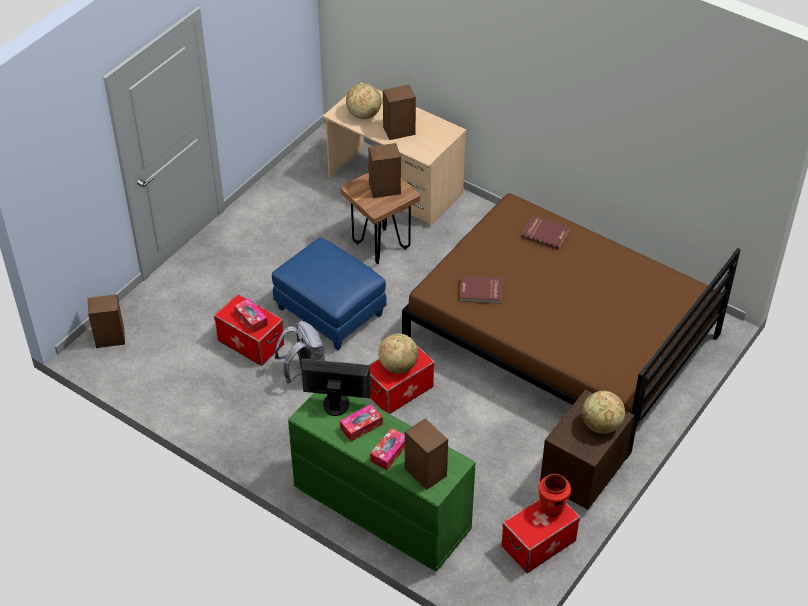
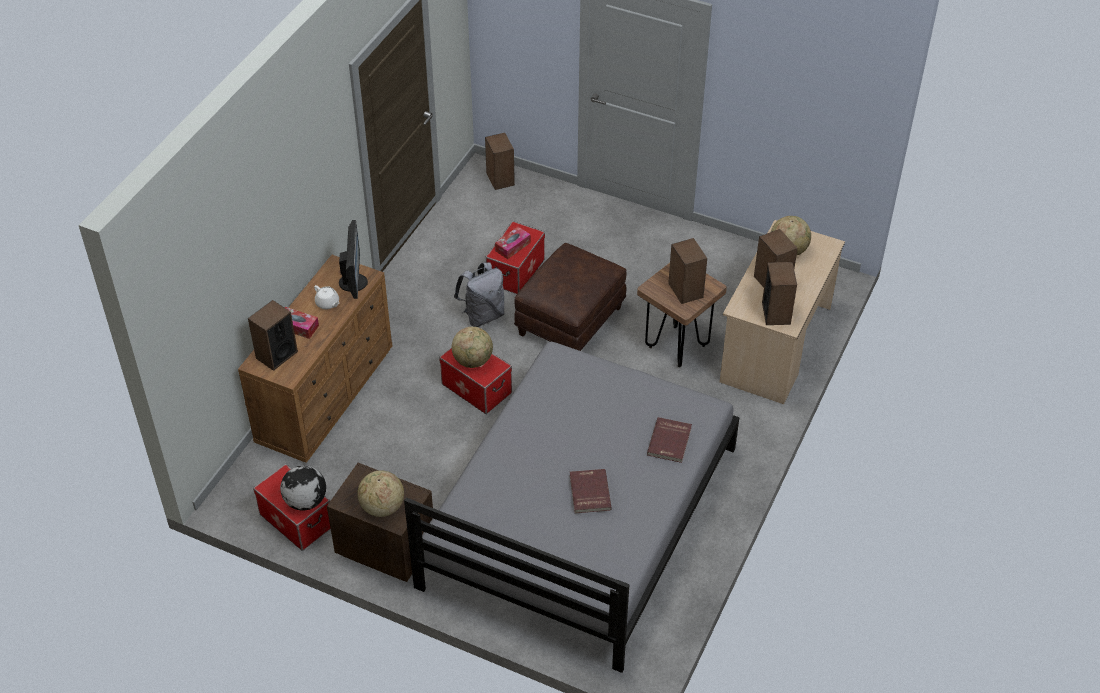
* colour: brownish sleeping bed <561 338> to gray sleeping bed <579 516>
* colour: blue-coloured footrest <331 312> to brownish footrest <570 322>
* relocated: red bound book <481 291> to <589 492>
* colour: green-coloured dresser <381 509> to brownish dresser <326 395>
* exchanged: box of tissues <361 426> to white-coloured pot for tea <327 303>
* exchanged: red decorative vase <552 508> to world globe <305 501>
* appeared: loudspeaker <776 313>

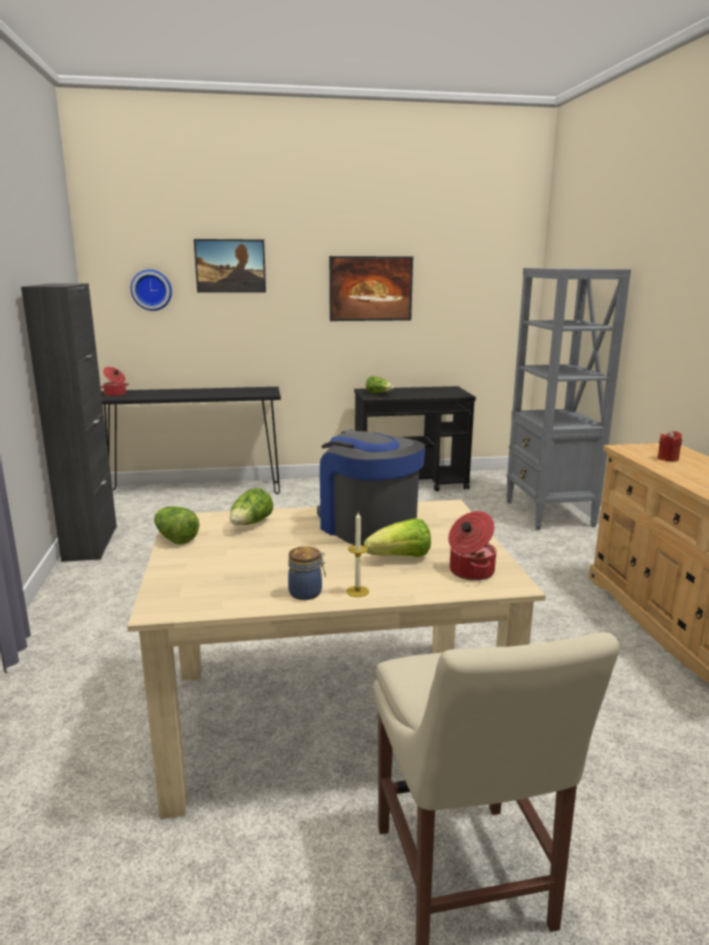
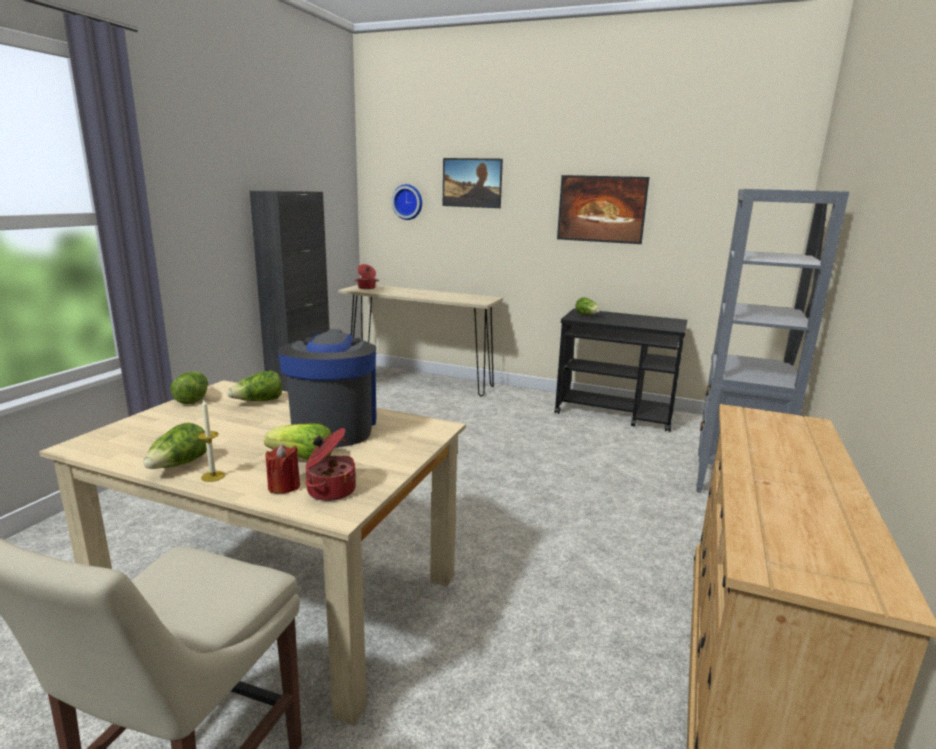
* colour: black-coloured narrow table <194 491> to sand-coloured narrow table <419 380>
* relocated: red wax candle <668 458> to <284 486>
* exchanged: preserve jar <307 593> to head of lettuce <179 465>

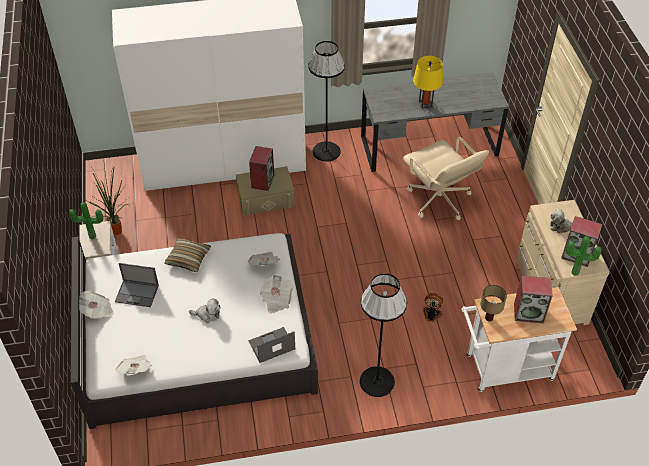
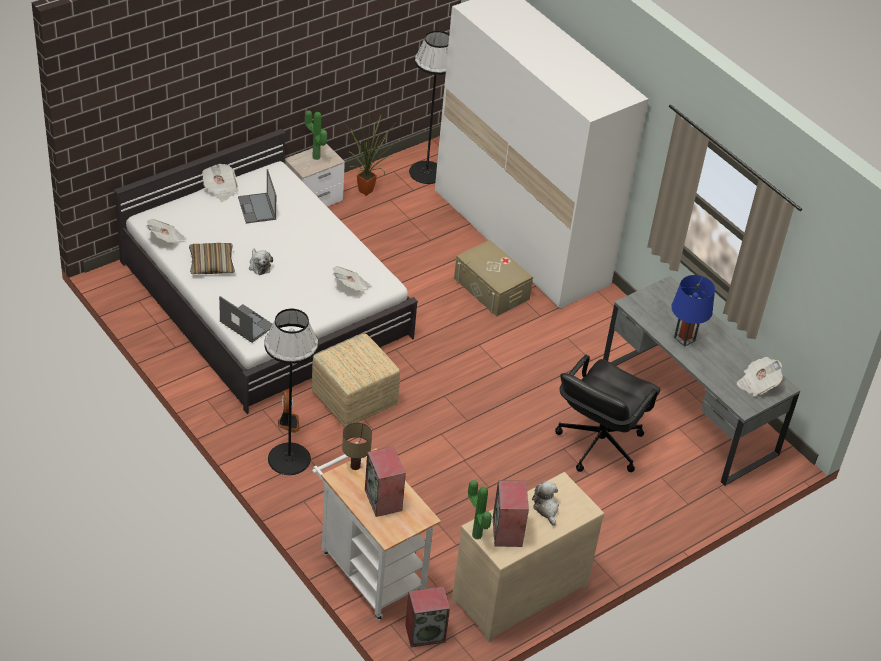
* relocated: black-coloured floor lamp <326 151> to <426 172>
* colour: yellow lamp for a table <425 104> to blue-coloured lamp for a table <684 339>
* colour: sand-coloured desk chair <439 200> to black-coloured desk chair <598 444>
* relocated: loudspeaker <262 181> to <425 633>
* relocated: pillow <188 258> to <211 264>
* relocated: newspaper <276 299> to <757 384>
* relocated: electric fan <431 315> to <288 423>
* appeared: footrest <355 399>

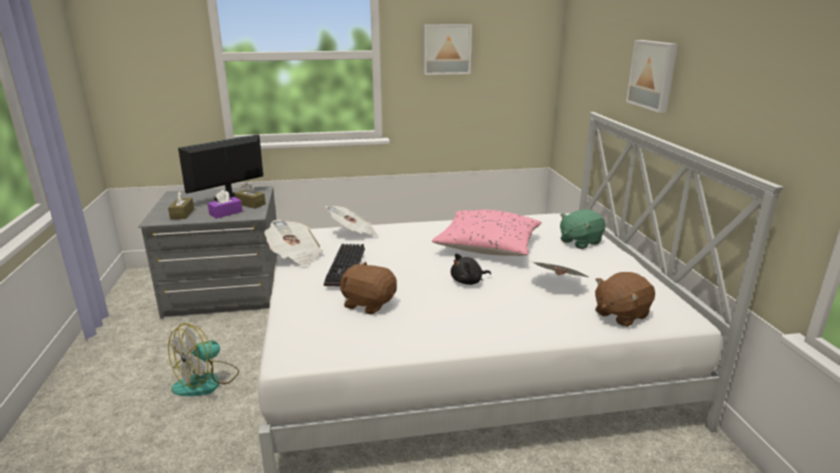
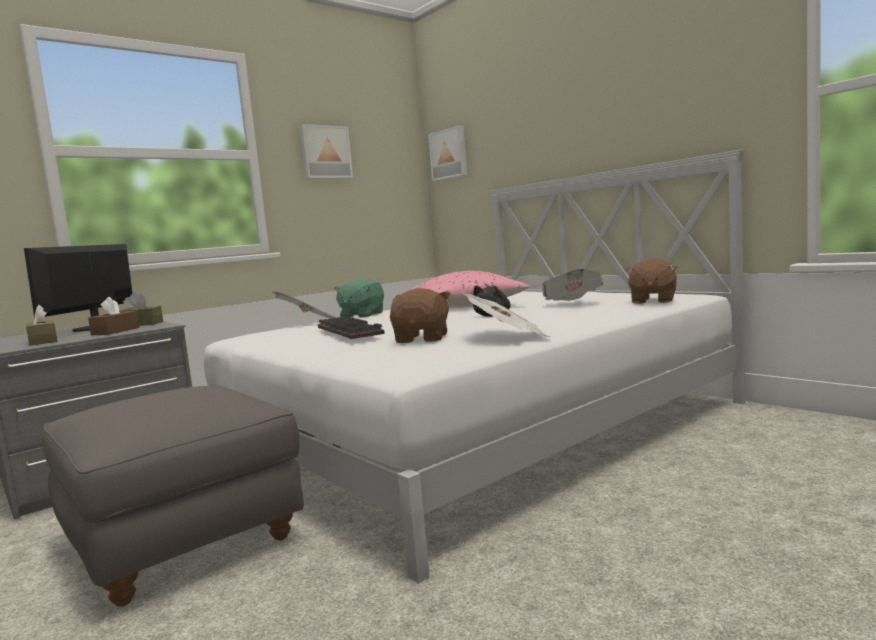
* relocated: wall picture <653 75> to <449 154>
* colour: purplish box of tissues <226 213> to brownish box of tissues <116 331>
* relocated: green-coloured cuddly toy <579 242> to <361 315>
* relocated: newspaper <295 256> to <507 337>
* spun: brownish cuddly toy <368 303> = <422 339> 105 degrees clockwise
* exchanged: electric fan <206 381> to gray footrest <183 540>

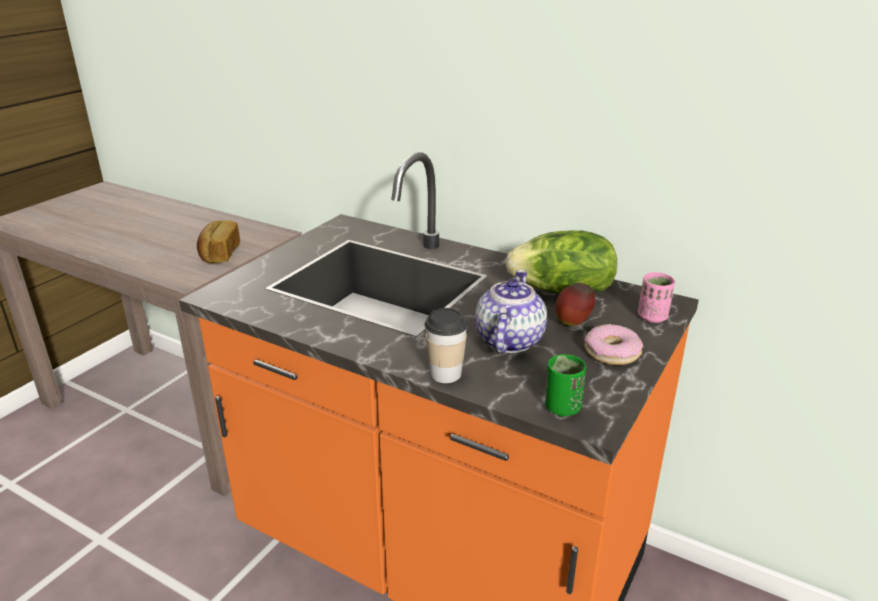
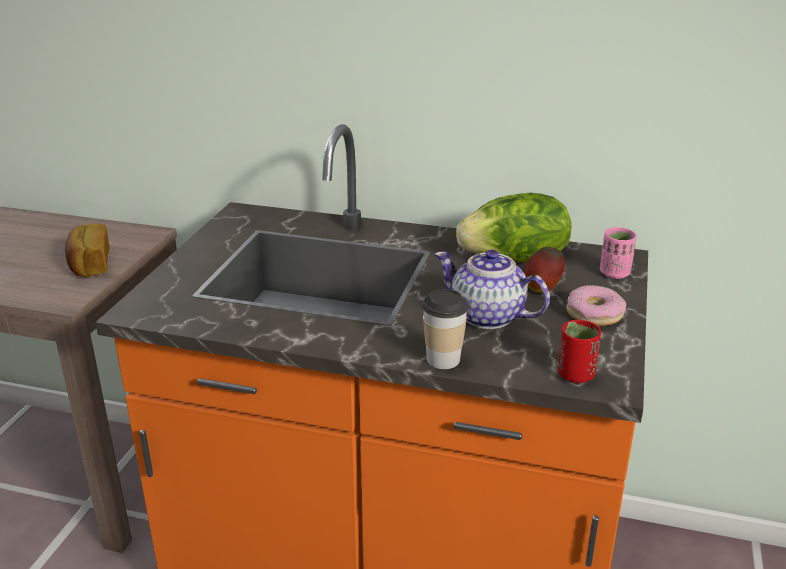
* spun: pot for tea <508 341> = <488 316> 60 degrees counterclockwise
* colour: green-coloured cup <562 408> to red cup <575 375>

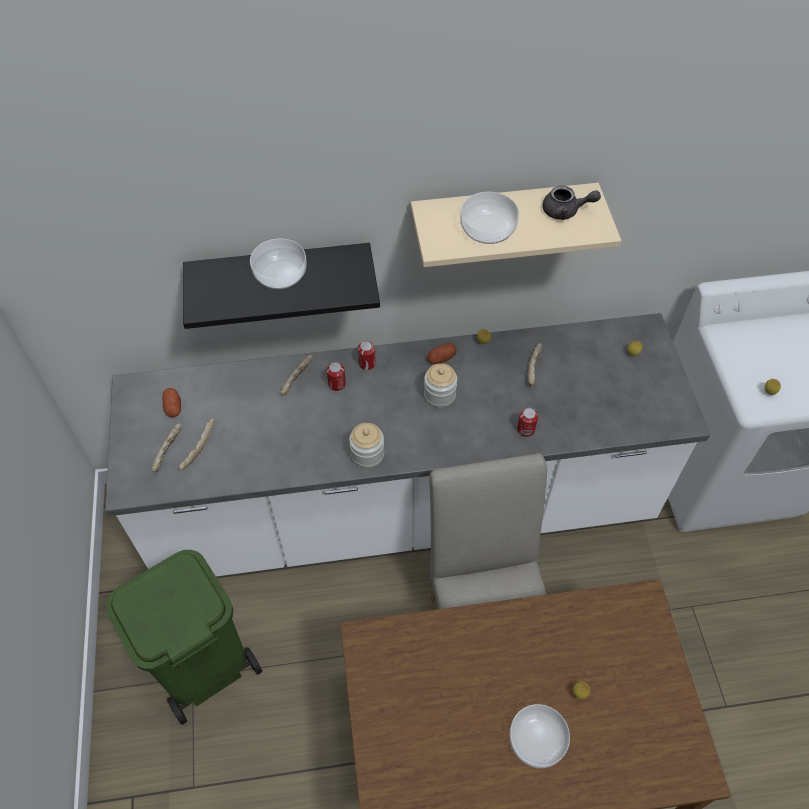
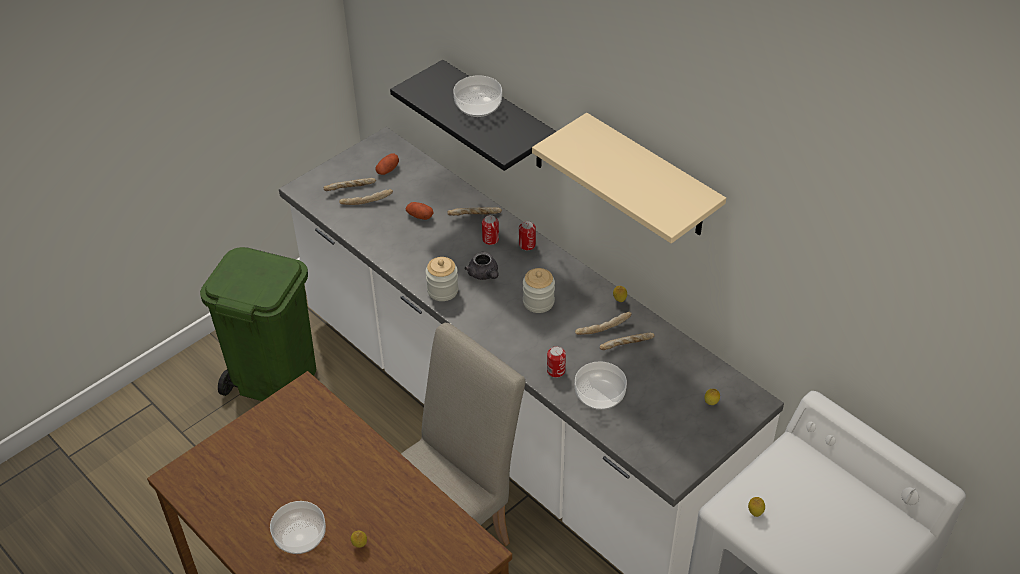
* relocated: gray pot for tea <565 211> to <484 275>
* relocated: bowl <488 230> to <599 395>
* relocated: whole potato <441 358> to <419 216>
* appeared: bread <603 327>

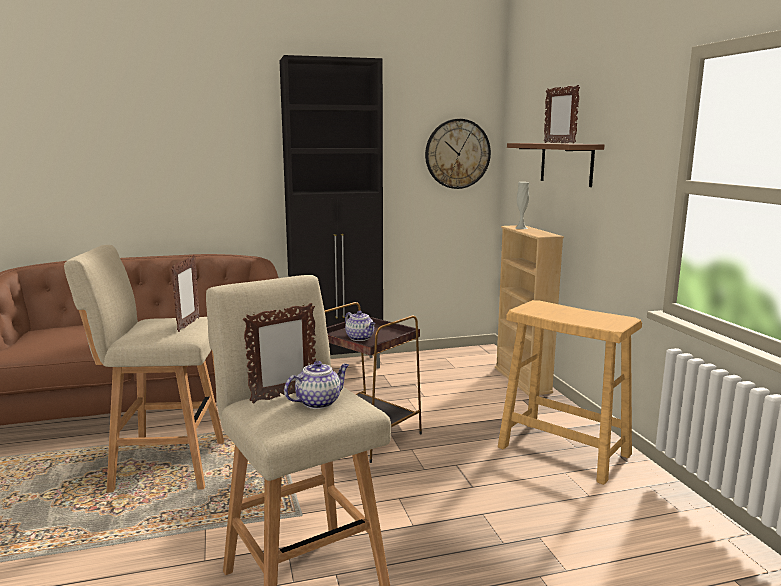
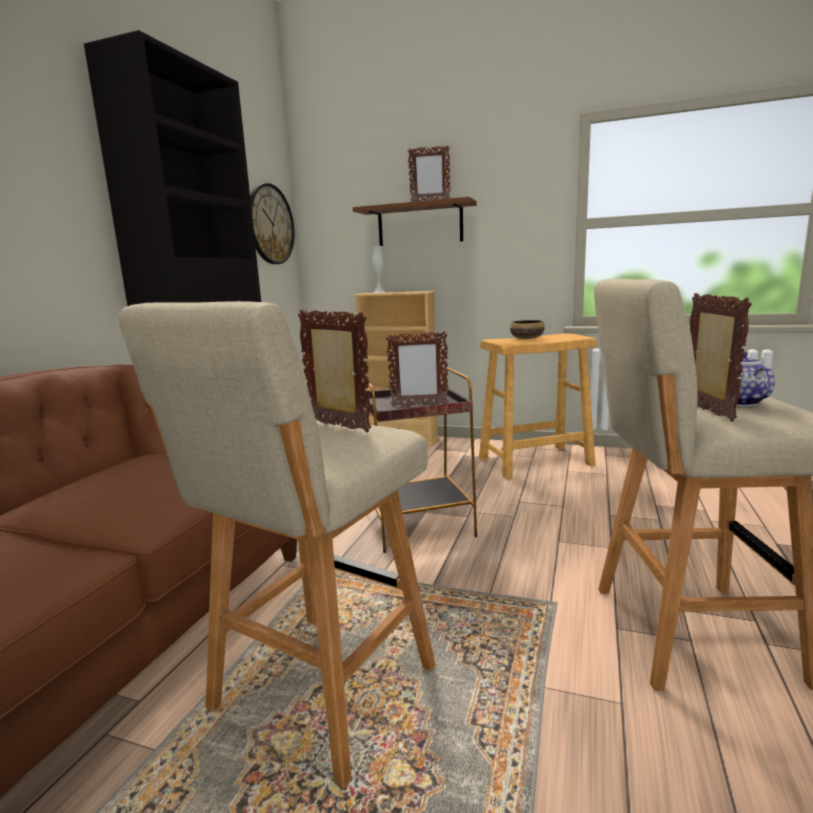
* exchanged: pot for tea <360 338> to photo frame <419 405>
* appeared: bowl <527 338>

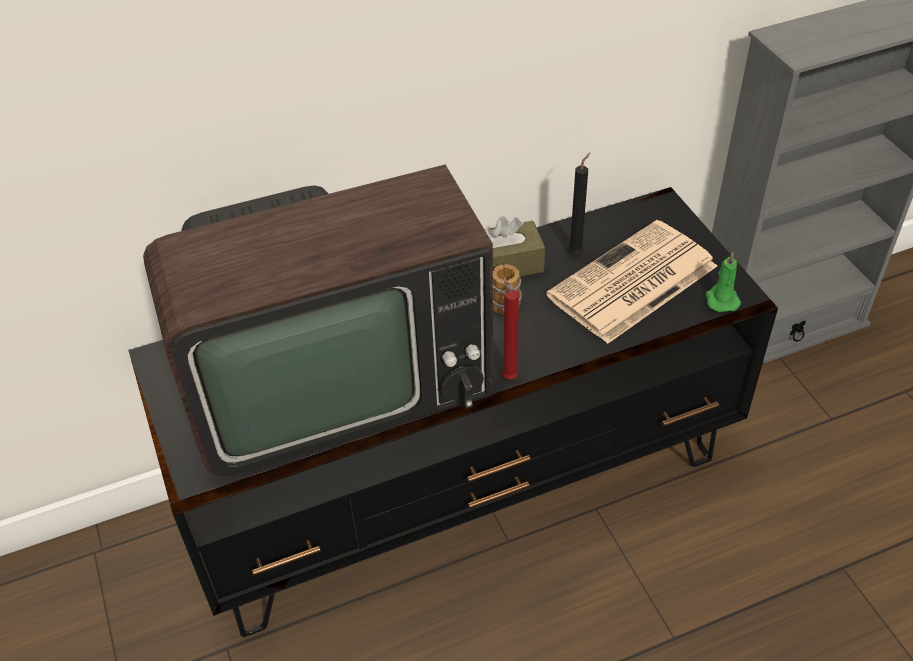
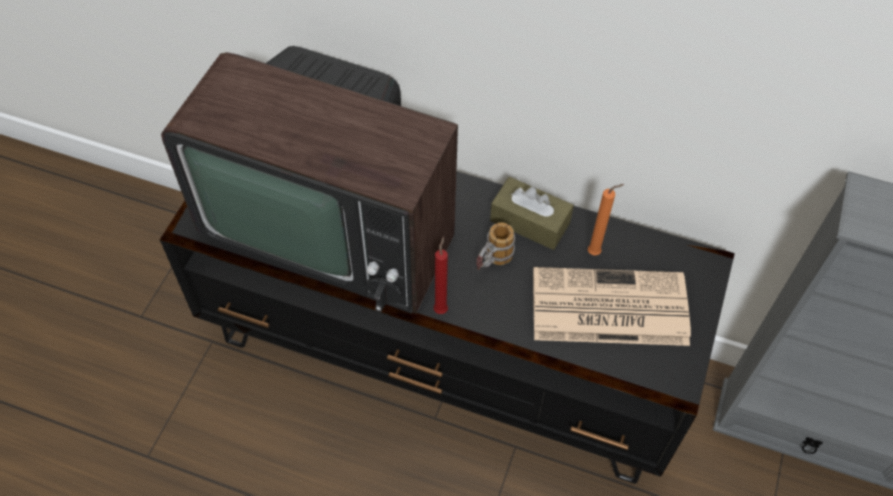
* colour: black-coloured wax candle <577 252> to orangey wax candle <596 252>
* missing: green-coloured wax candle <721 299>

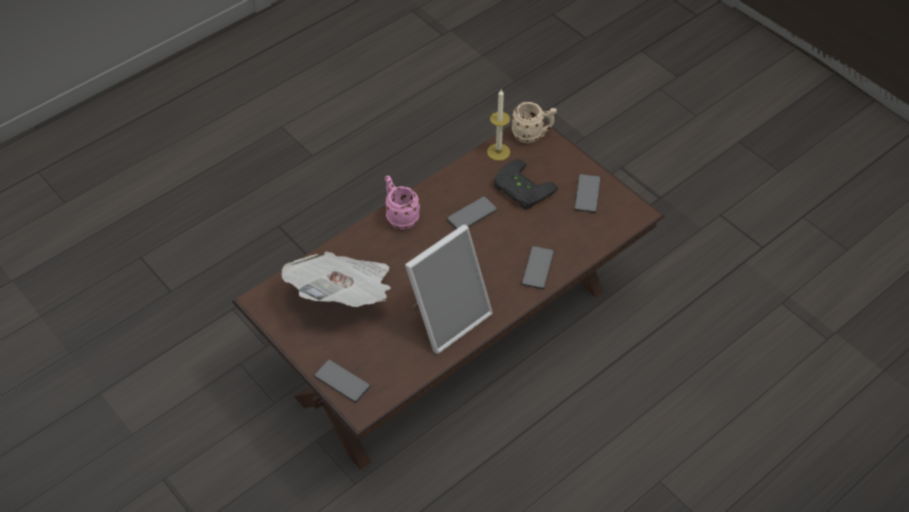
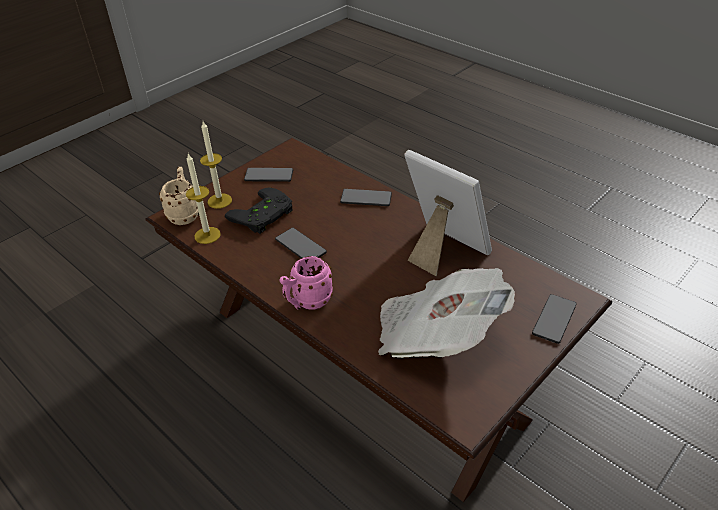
* appeared: wax candle <219 201>

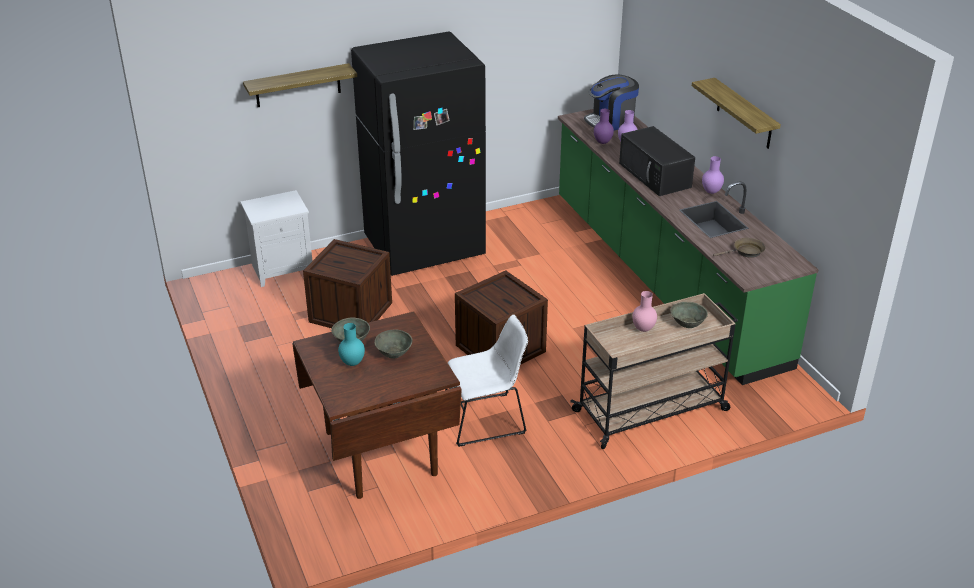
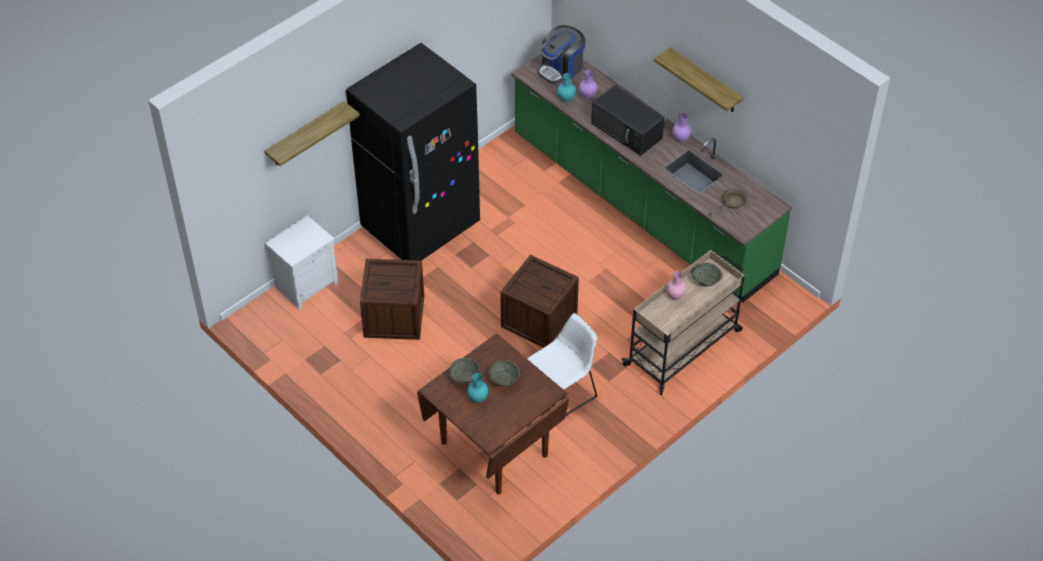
* colour: purplish decorative vase <603 142> to turquoise decorative vase <566 99>

